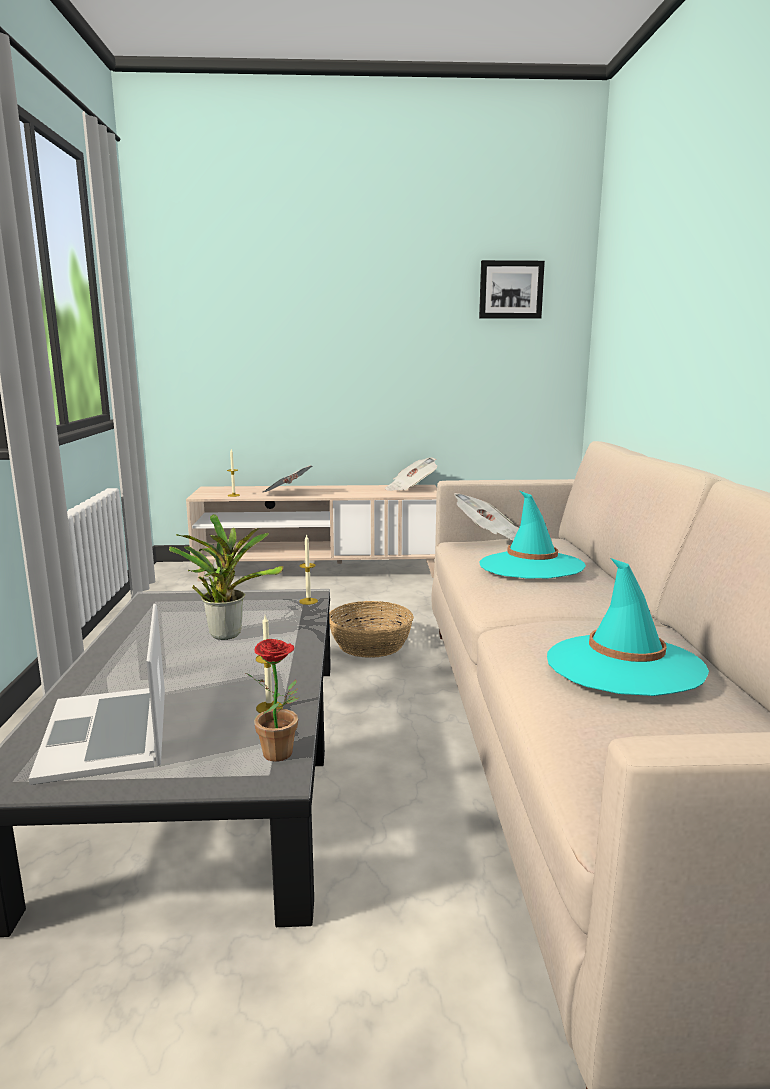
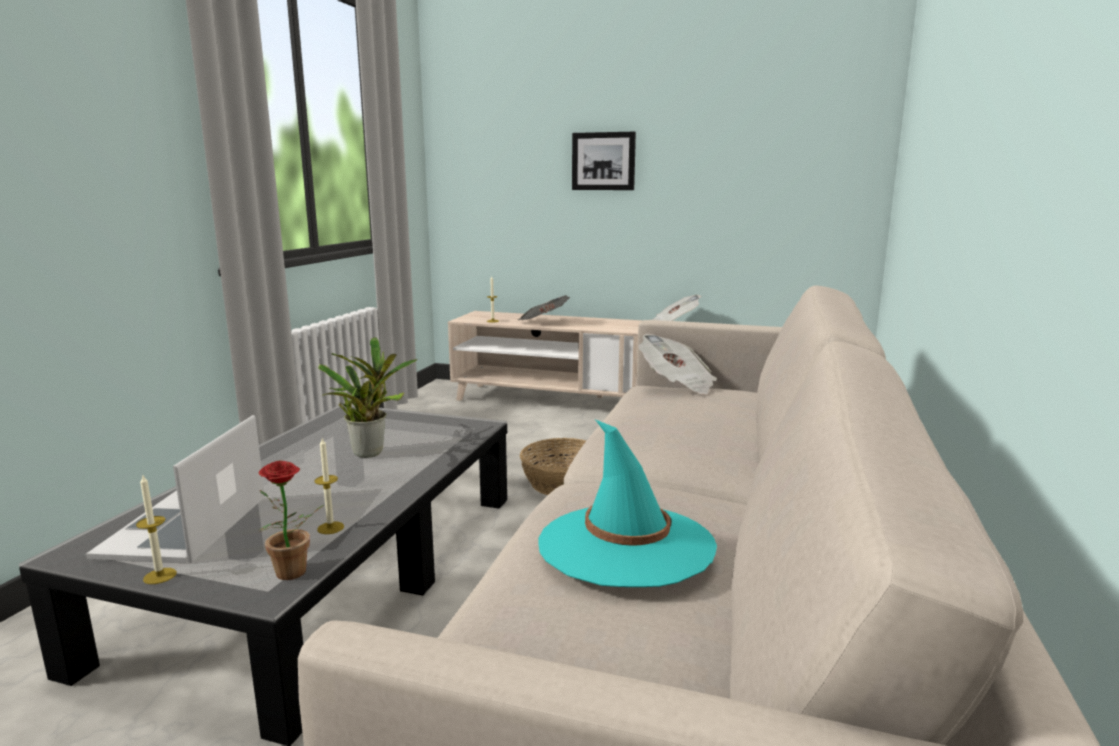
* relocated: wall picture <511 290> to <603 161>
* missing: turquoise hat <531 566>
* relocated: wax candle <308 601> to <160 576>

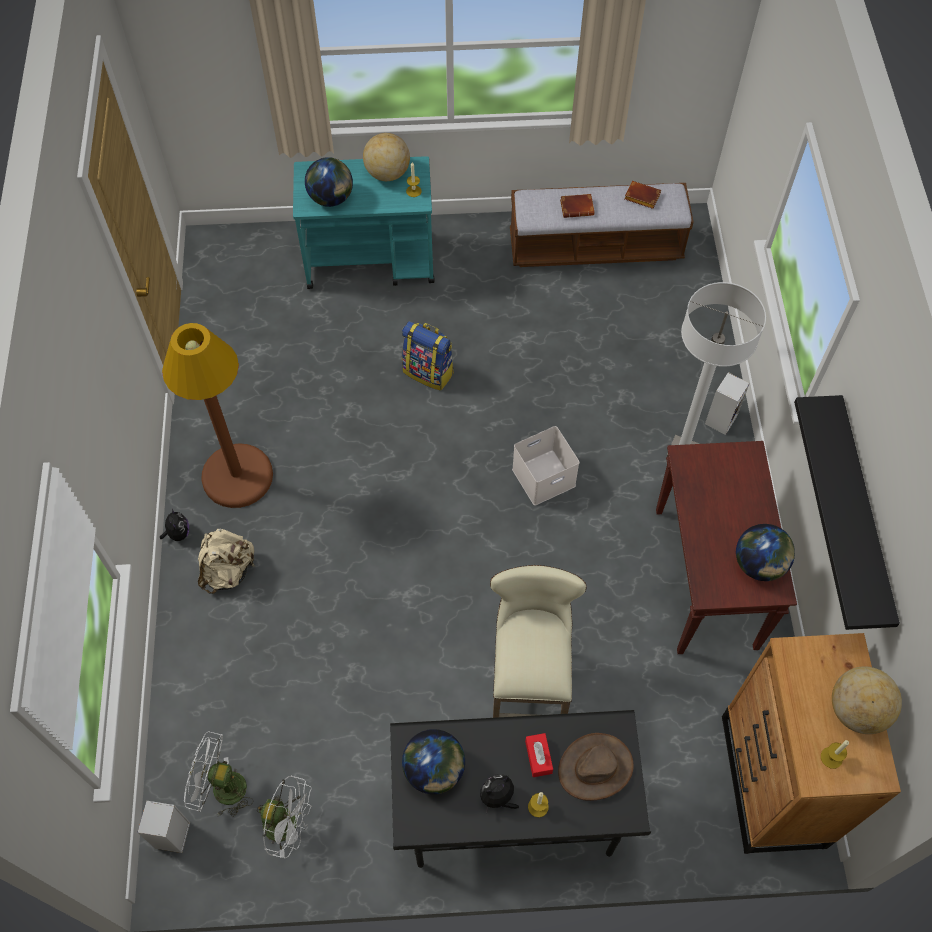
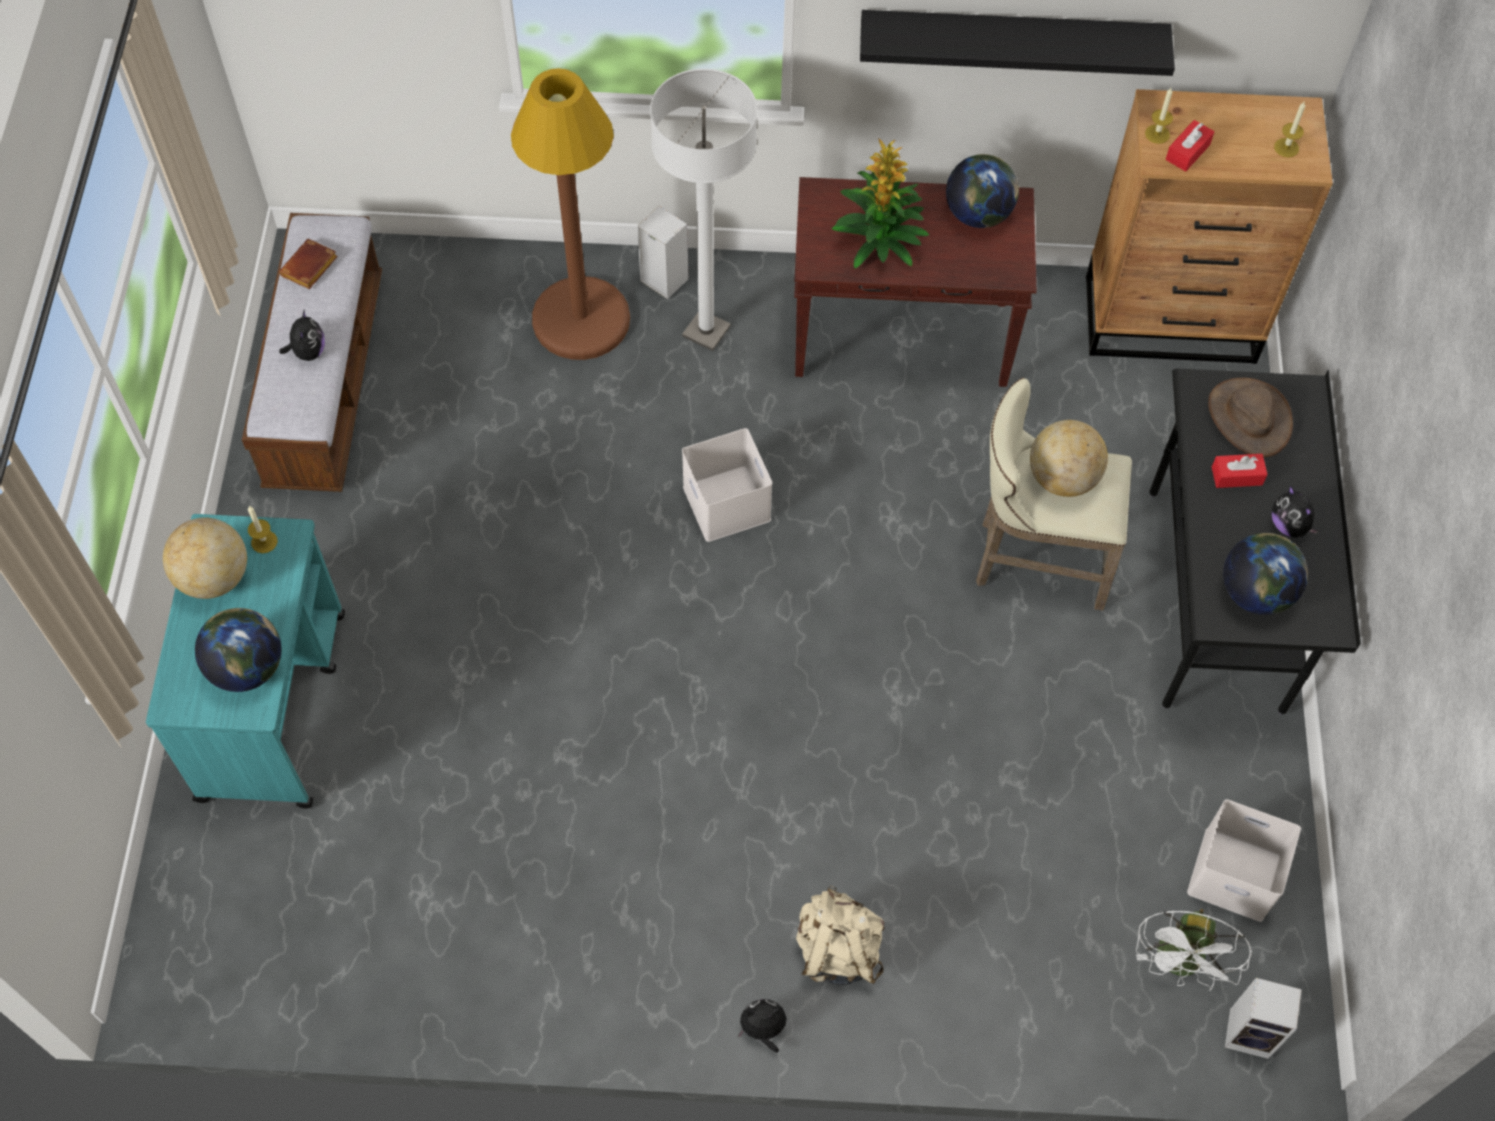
* exchanged: brownish bound book <577 207> to cuddly toy <308 352>
* missing: rucksack <429 372>
* relocated: brownish floor lamp <237 476> to <581 319>
* relocated: world globe <857 710> to <1062 478>
* exchanged: white-coloured electric fan <288 825> to white-coloured storage bin <1232 875>
* relocated: wax candle <538 806> to <1157 134>
* appeared: red box of tissues <1187 152>
* appeared: potted plant <878 239>

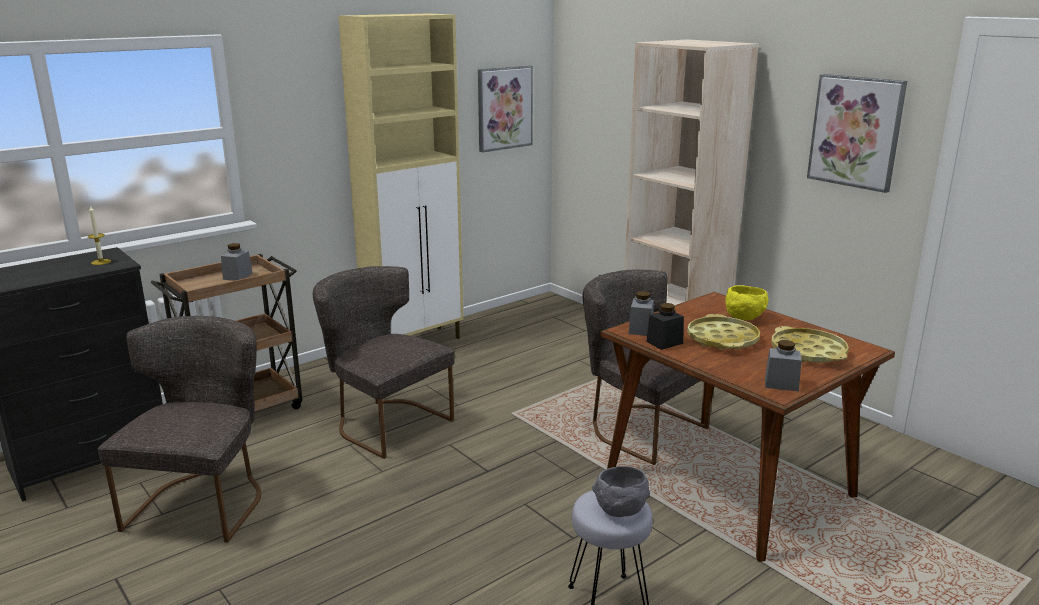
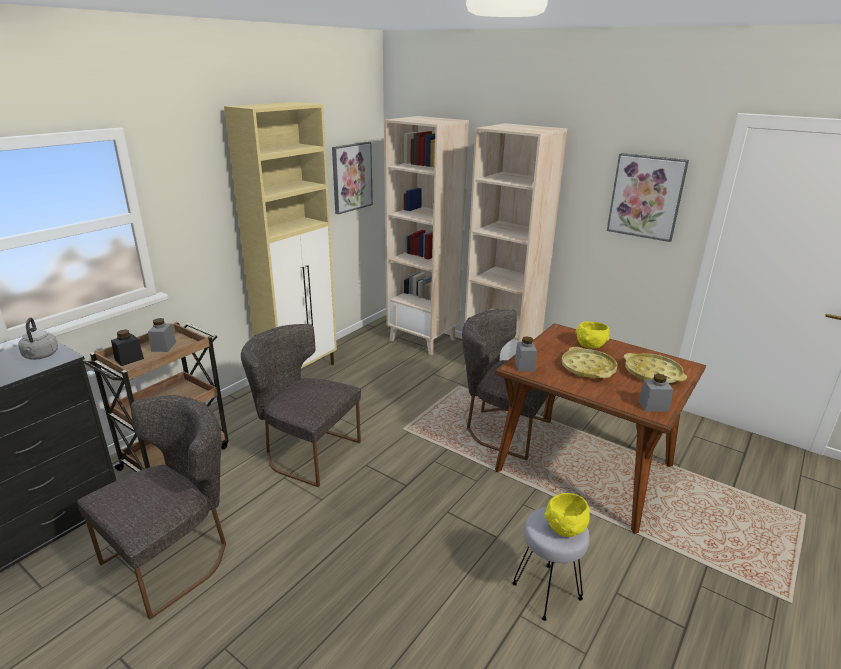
* exchanged: wax candle <101 262> to gray water kettle <40 356>
* relocated: black-coloured preserve jar <664 342> to <129 359>
* spun: gray chair <204 501> = <175 556> 45 degrees clockwise
* colour: gray bowl <621 510> to yellow bowl <565 528>
* appeared: sand-coloured bookcase <423 340>

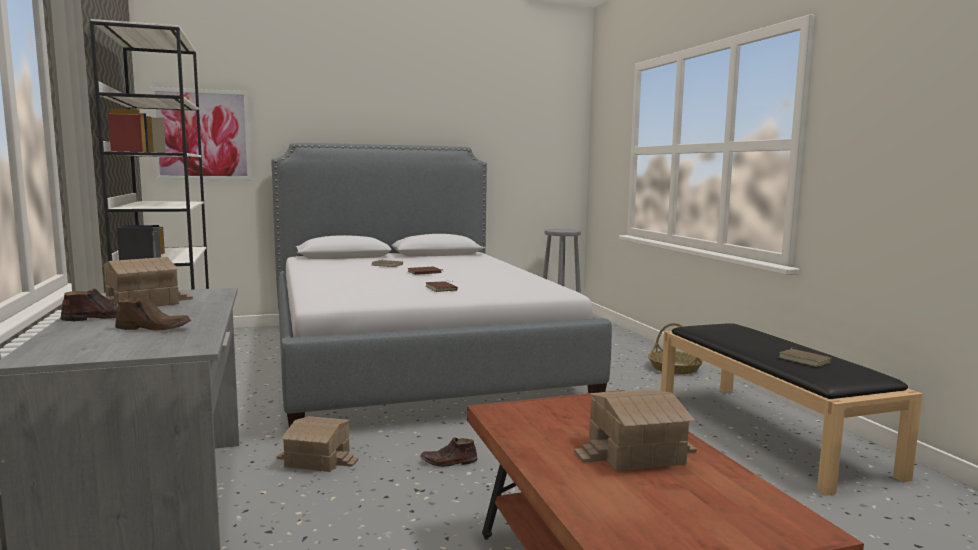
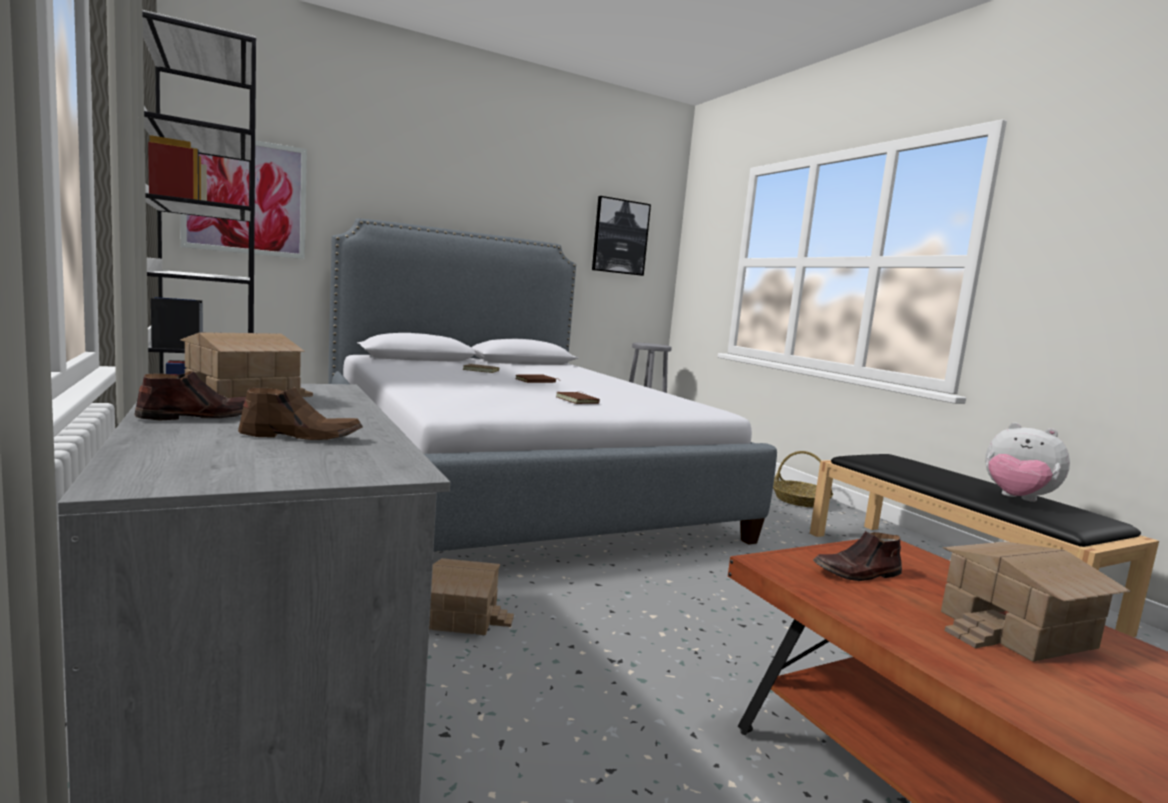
* exchanged: brownish bound book <805 360> to cuddly toy <1017 499>
* relocated: brownish item of footwear <449 462> to <857 573>
* appeared: wall picture <620 237>

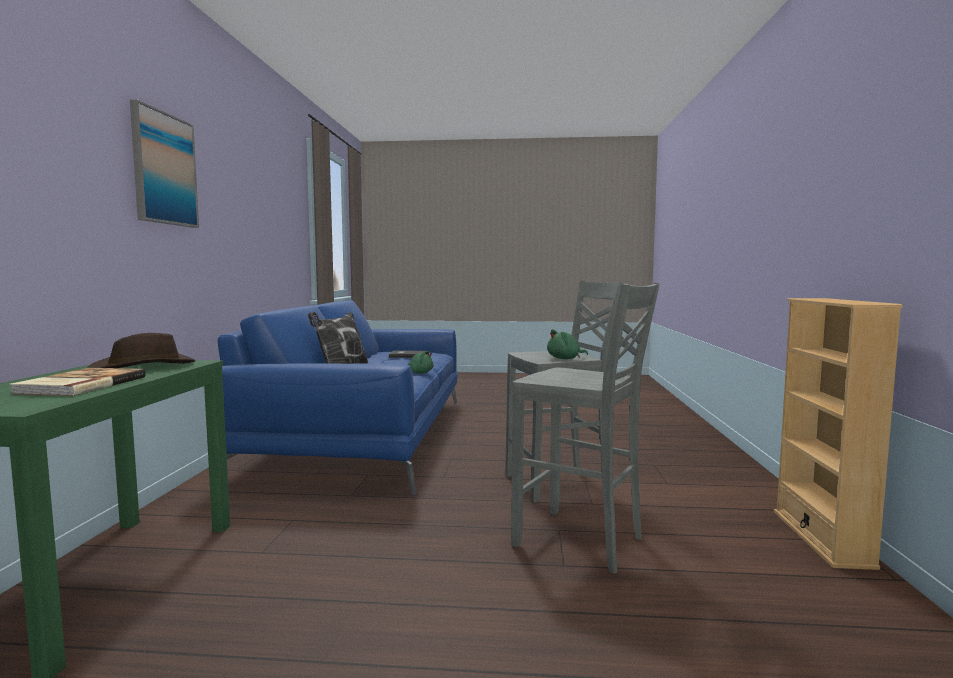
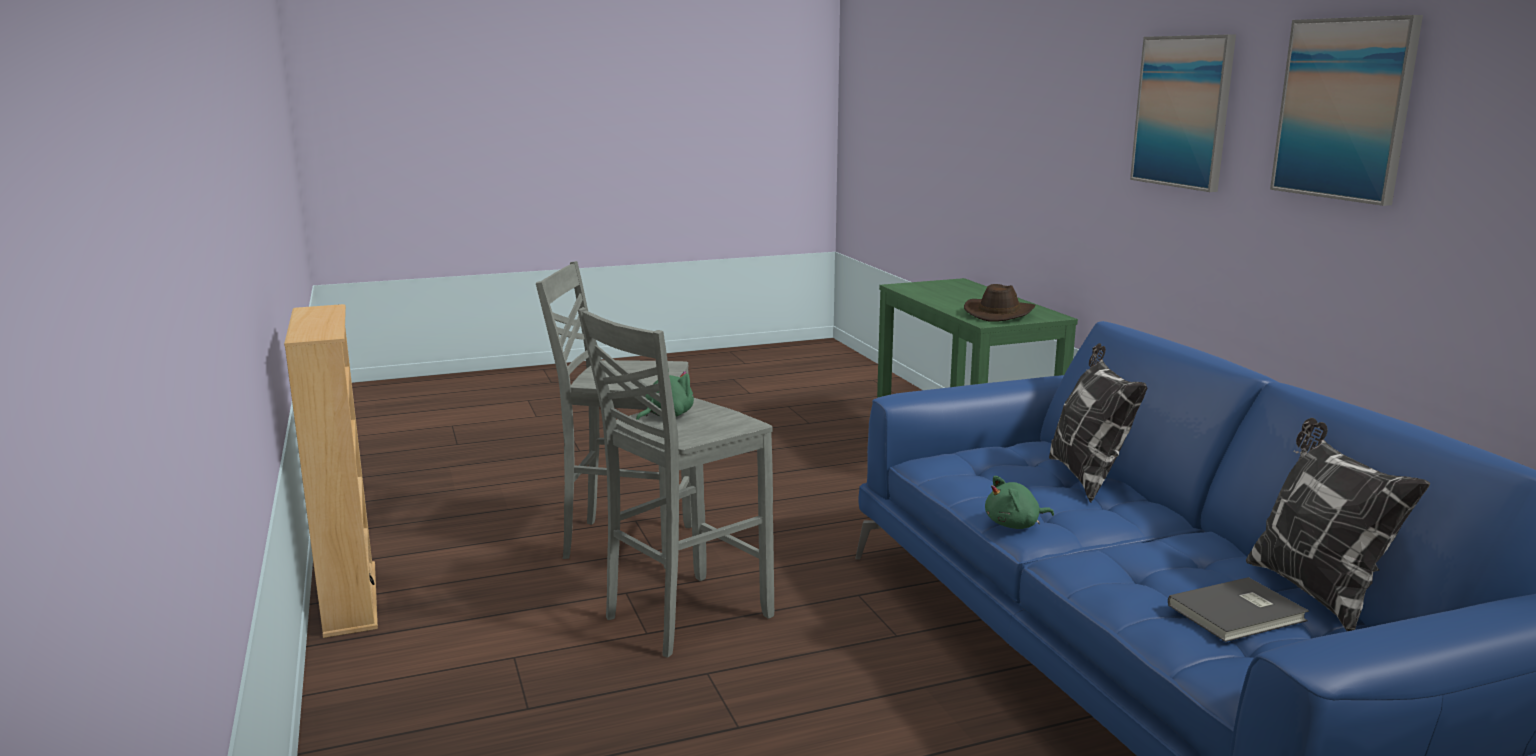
* missing: bound book <79 385>
* appeared: wall picture <1344 109>
* appeared: pillow <1315 592>

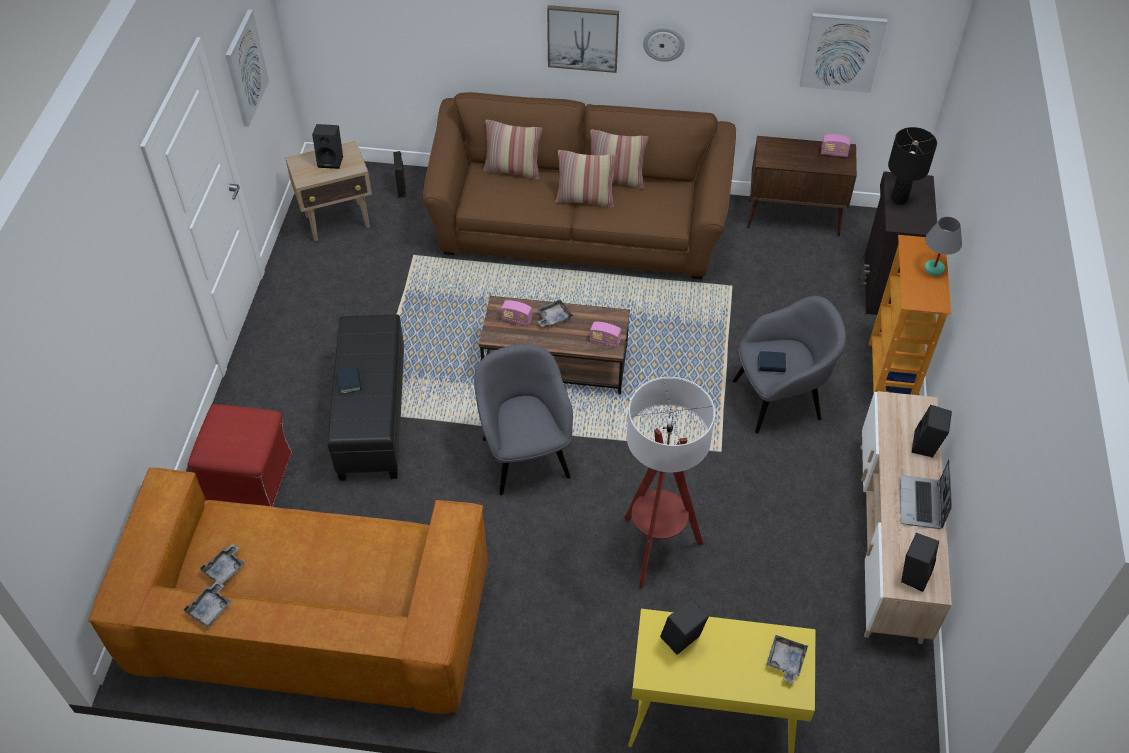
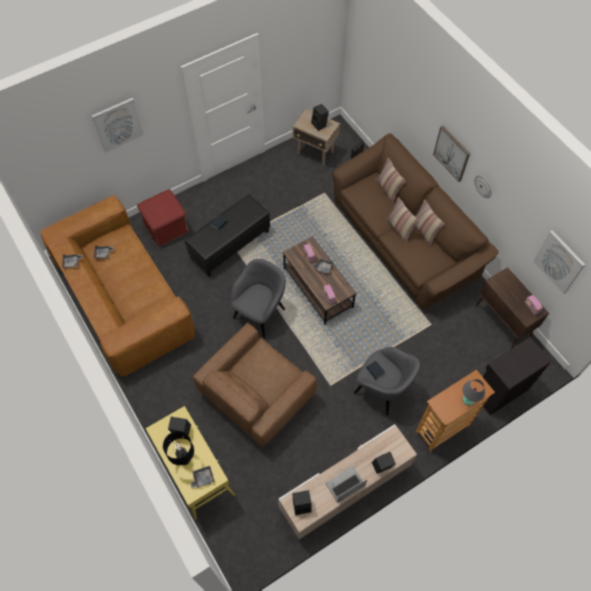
* relocated: wall picture <245 68> to <117 124>
* relocated: black-coloured lamp for a table <898 199> to <184 459>
* exchanged: floor lamp <656 549> to brownish lounge chair <257 395>

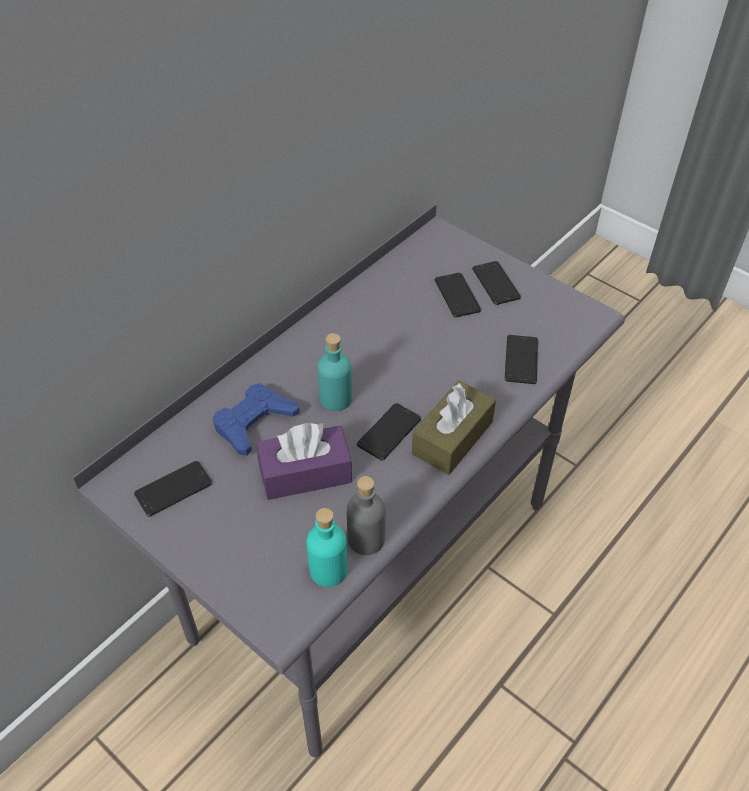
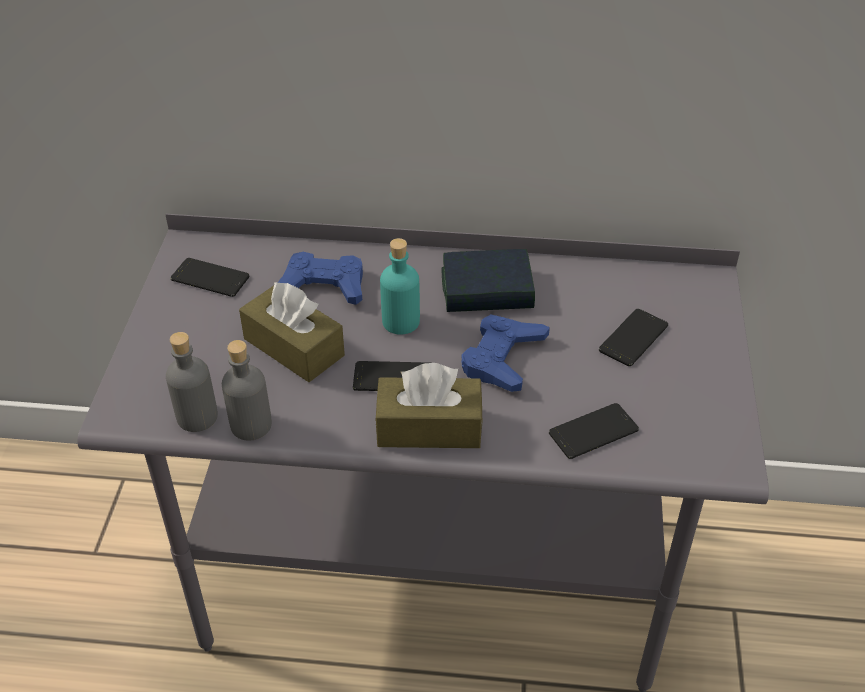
* missing: telephone <496 283>
* colour: purplish box of tissues <305 473> to brownish box of tissues <294 347>
* colour: turquoise drink bottle <328 570> to gray drink bottle <197 417>
* appeared: bound book <487 290>
* appeared: blue-coloured joypad <502 358>

